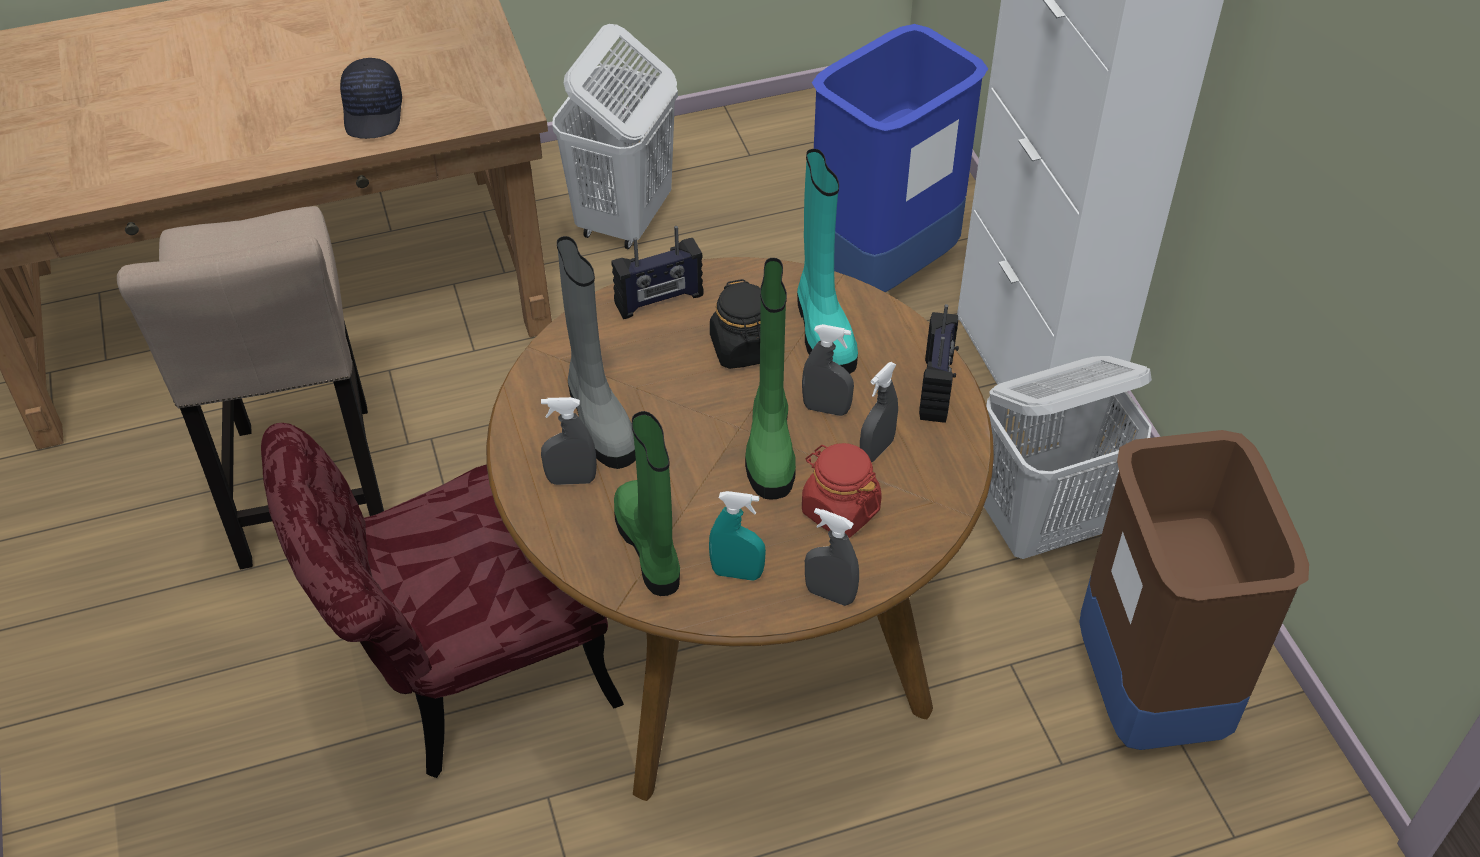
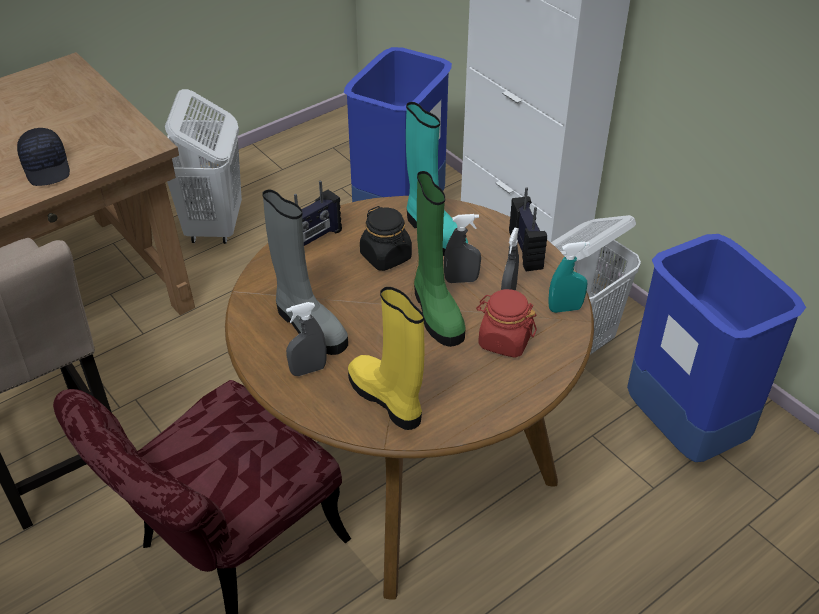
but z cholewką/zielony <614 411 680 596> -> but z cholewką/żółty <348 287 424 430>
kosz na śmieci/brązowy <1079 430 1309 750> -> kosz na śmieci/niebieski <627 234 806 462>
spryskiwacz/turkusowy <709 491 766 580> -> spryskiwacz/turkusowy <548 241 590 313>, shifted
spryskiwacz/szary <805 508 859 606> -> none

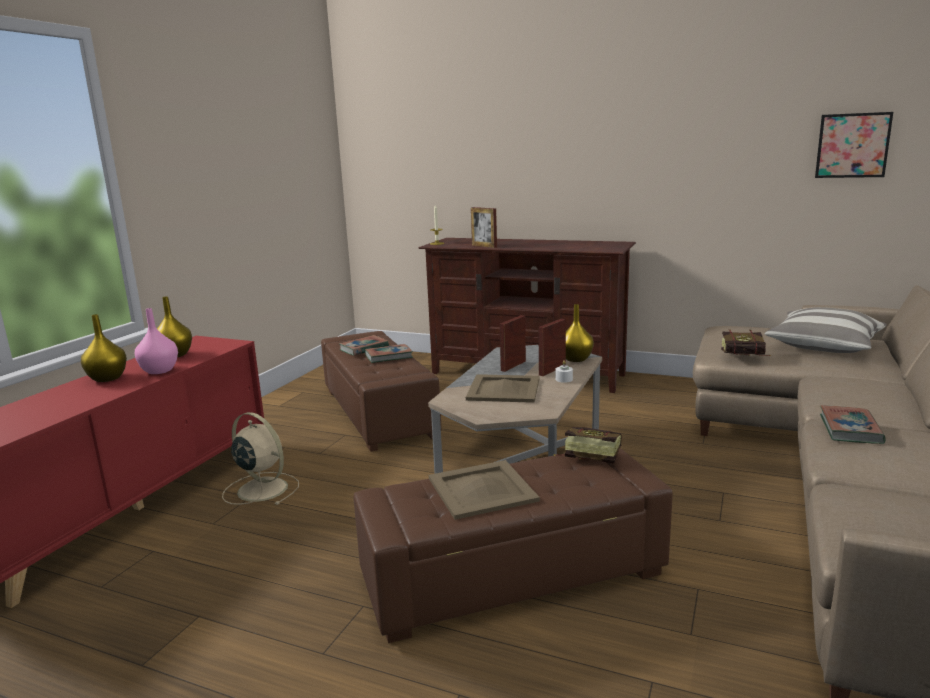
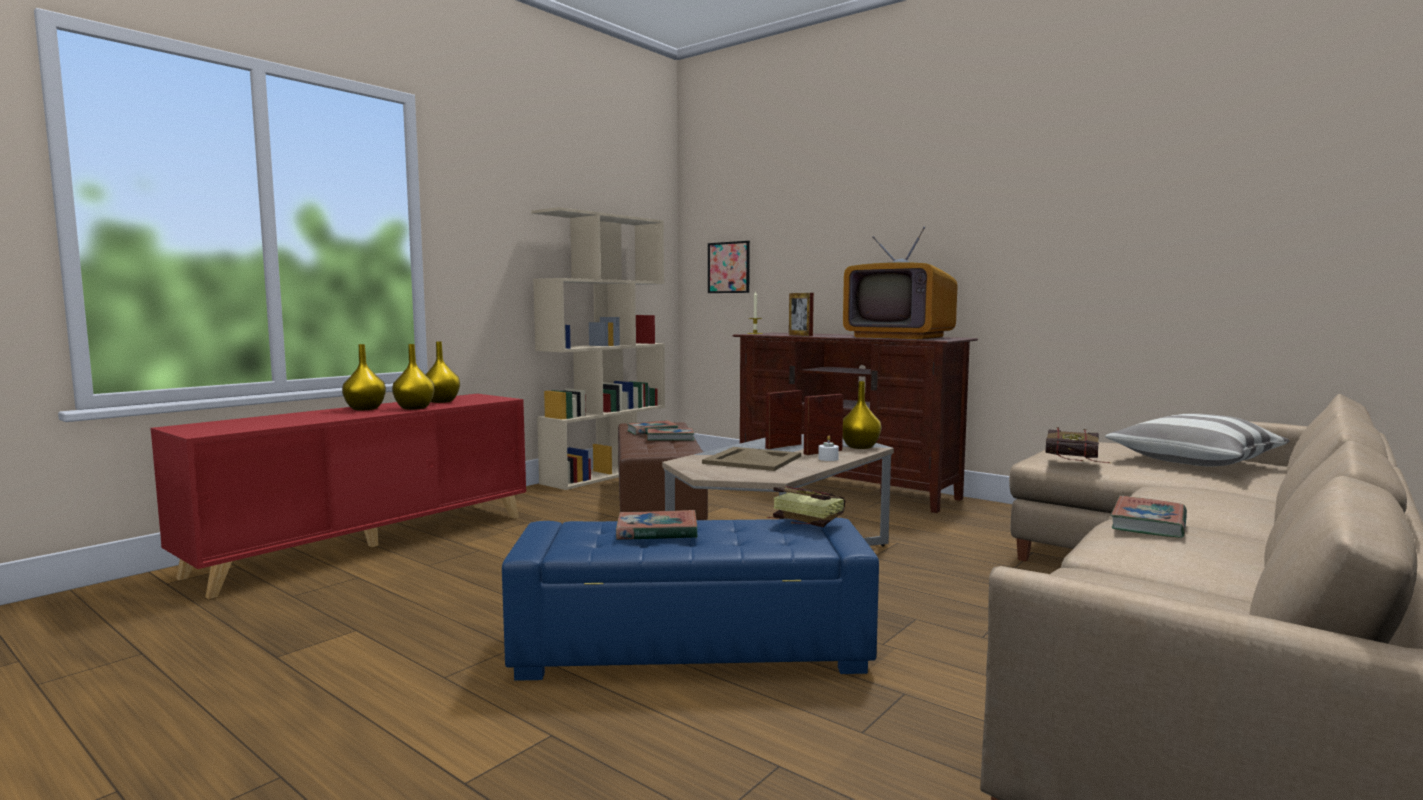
obraz <815 112 893 178> -> obraz <708 241 750 293>, shifted
wazon/różowy <135 308 178 374> -> wazon/żółty <392 344 435 410>
wentylator/beżowy <222 412 299 505> -> none
pufa/brązowy <353 448 673 643> -> pufa/niebieski <502 518 879 681>
taca/beżowy <429 460 540 520> -> książka <616 510 697 540>
none -> regał/beżowy <531 207 665 490>
none -> telewizor <843 227 958 339>

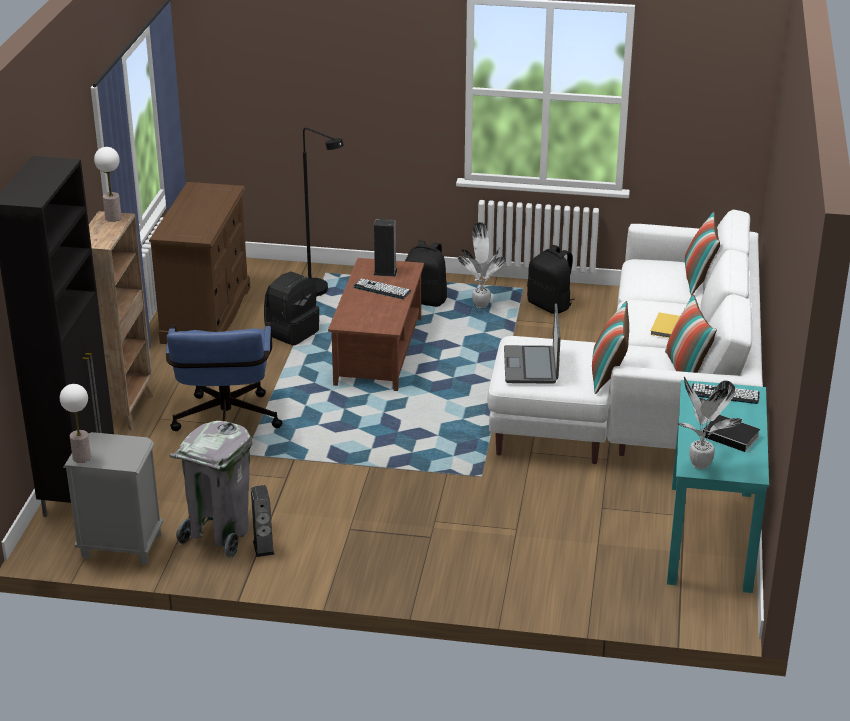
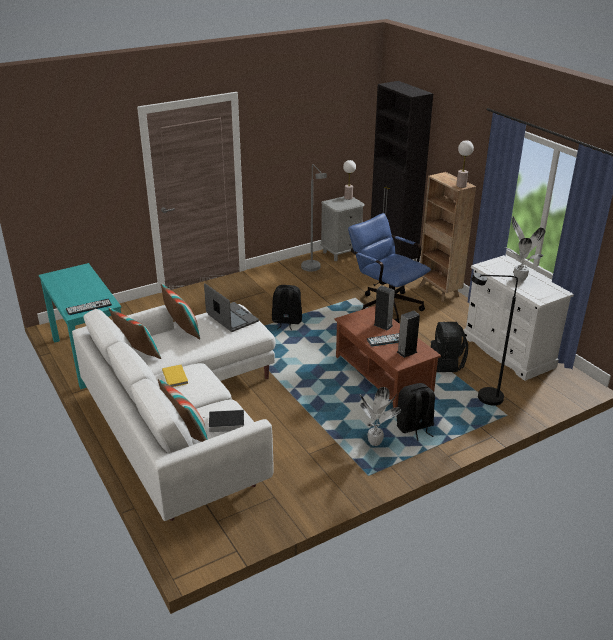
komoda/brązowy <149 182 250 344> -> komoda/biały <463 255 574 381>
plecak/czarny <527 245 575 314> -> plecak/czarny <272 285 302 330>, shifted
roślina doniczkowa <676 376 742 469> -> roślina doniczkowa <505 216 545 282>, shifted
książka <703 415 760 454> -> książka <203 410 244 432>, shifted
kosz na śmieci/szary <169 421 252 559> -> lampa stojąca/szary <301 164 327 272>
głośnik <251 485 275 557> -> głośnik <374 285 395 331>, shifted

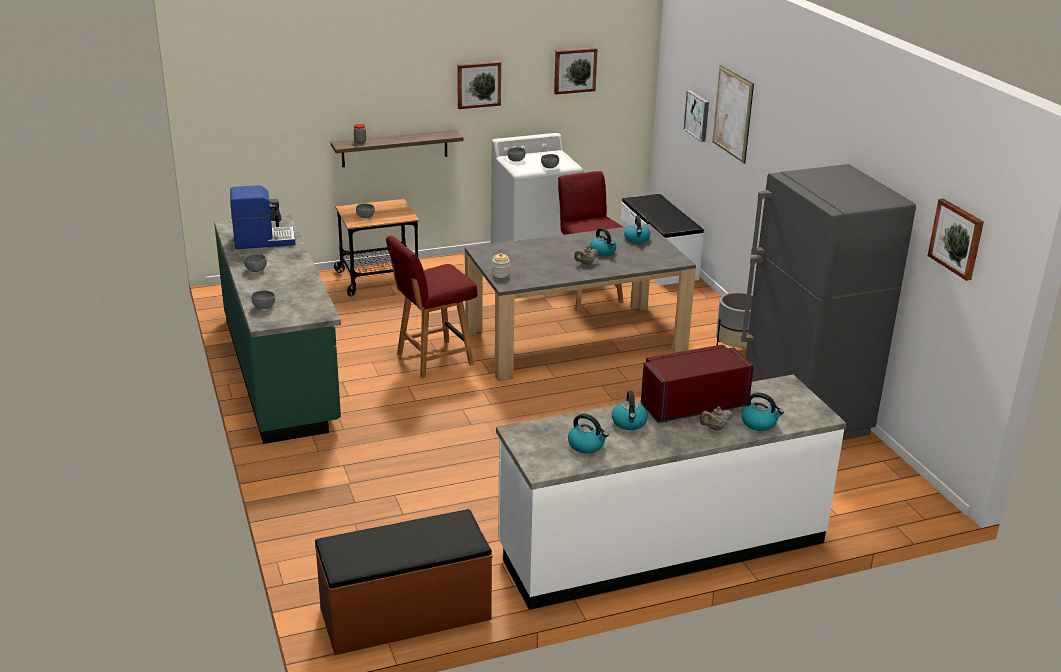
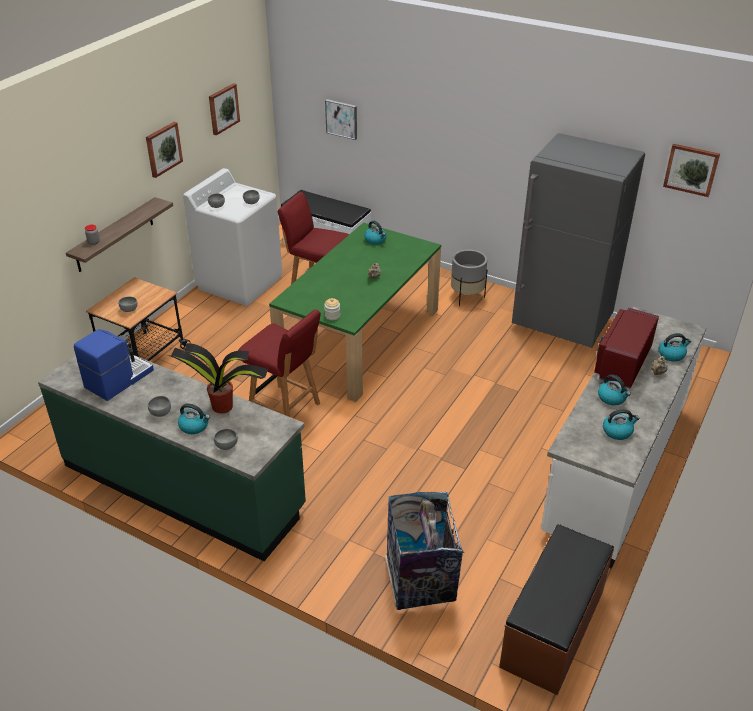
obraz <712 65 754 164> -> none
stół jadalny/szary <465 224 696 382> -> stół jadalny/zielony <269 223 441 402>
czajnik <590 228 616 256> -> czajnik <178 403 210 434>, shifted
krzesło/czerwony <386 236 477 378> -> krzesło/czerwony <238 310 321 417>, 75 degrees counterclockwise
none -> roślina doniczkowa <167 343 268 413>
none -> kosz na śmieci <385 491 464 610>

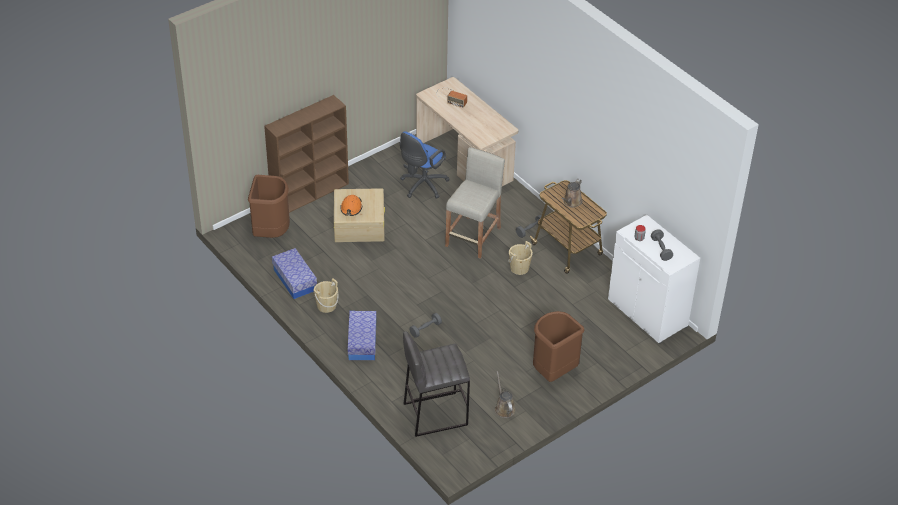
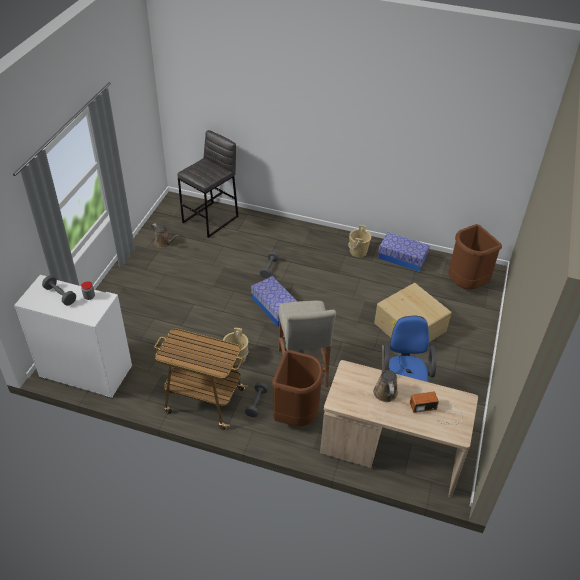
regał/brązowy <264 95 349 213> -> none
konewka/brązowy <561 179 583 207> -> konewka/brązowy <373 345 398 402>, shifted
kask/pomarańczowy <340 195 362 216> -> none
pojemnik do przechowywania <348 311 377 360> -> pojemnik do przechowywania <251 276 298 327>, shifted
kosz na śmieci/brązowy <533 311 585 382> -> kosz na śmieci/brązowy <272 350 324 426>, shifted

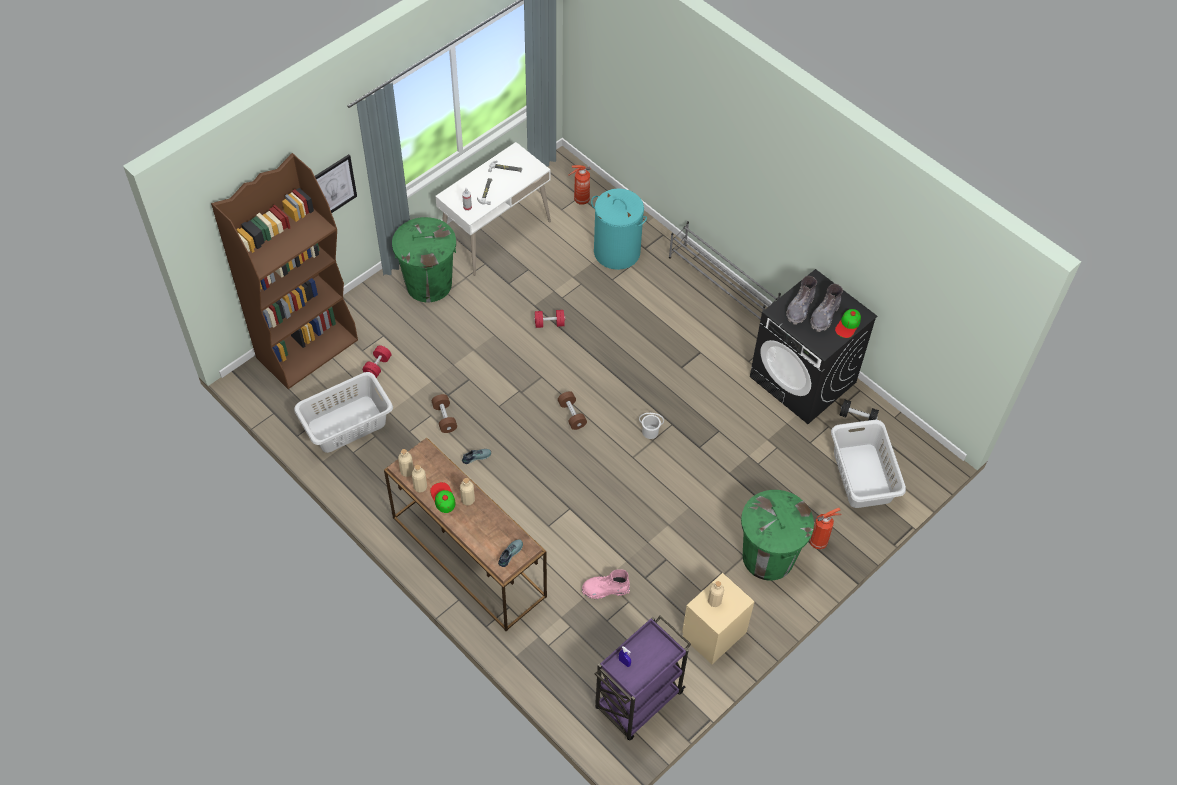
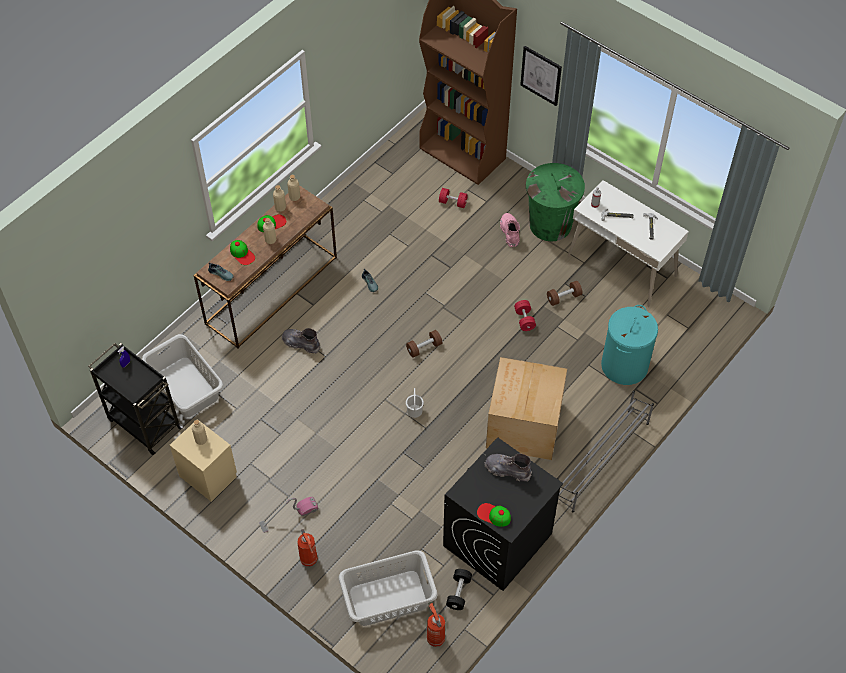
gaśnica <568 165 590 205> -> gaśnica <427 603 445 647>, shifted
but z cholewką/szary <810 284 843 332> -> but z cholewką/szary <281 328 320 354>, shifted
kosz na pranie/szary <294 372 393 453> -> kosz na pranie/szary <142 334 224 417>, shifted
hantel/brązowy <432 394 457 433> -> hantel/brązowy <547 281 582 306>, shifted
kosz na śmieci/zielony <741 490 814 581> -> odkurzacz <259 497 318 533>
but z cholewką/różowy <582 569 630 599> -> but z cholewką/różowy <500 213 520 248>, shifted
wózek/fioletowy <595 616 691 740> -> wózek/czarny <88 343 183 455>
none -> czapka z daszkiem <230 240 255 265>
none -> karton <486 357 567 460>

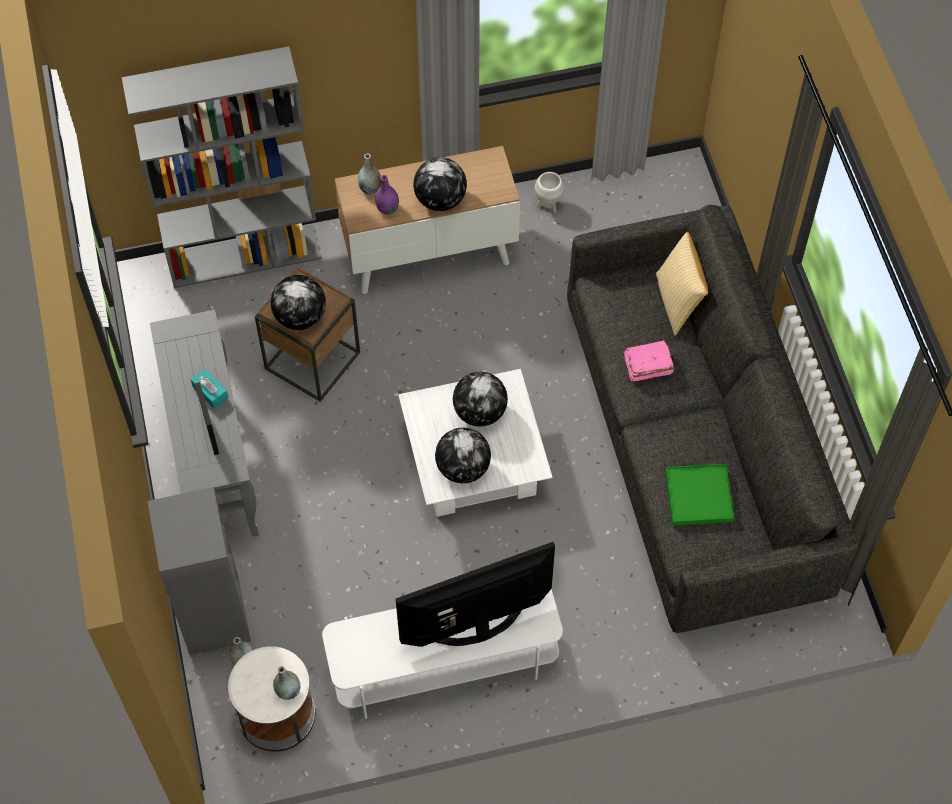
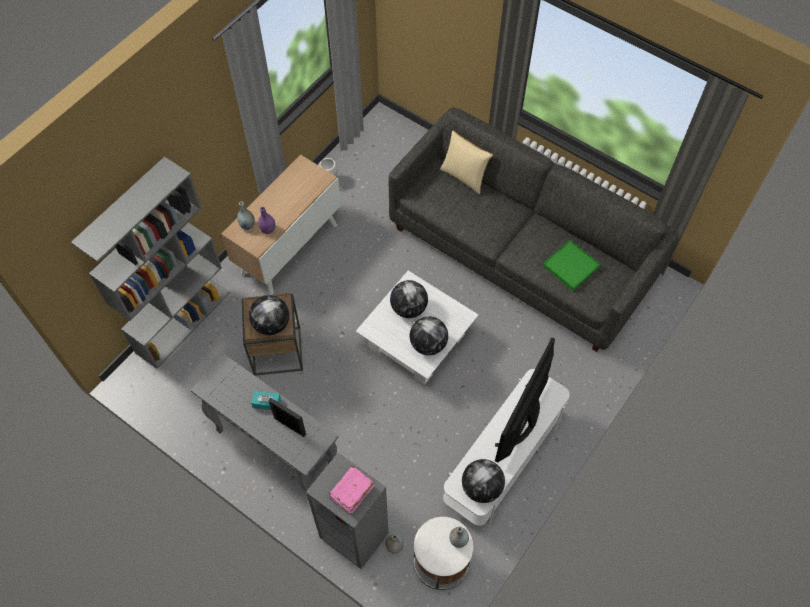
globus <413 157 467 211> -> globus <462 459 505 503>, shifted
książka/różowy <624 340 674 381> -> książka/różowy <329 466 374 513>, shifted

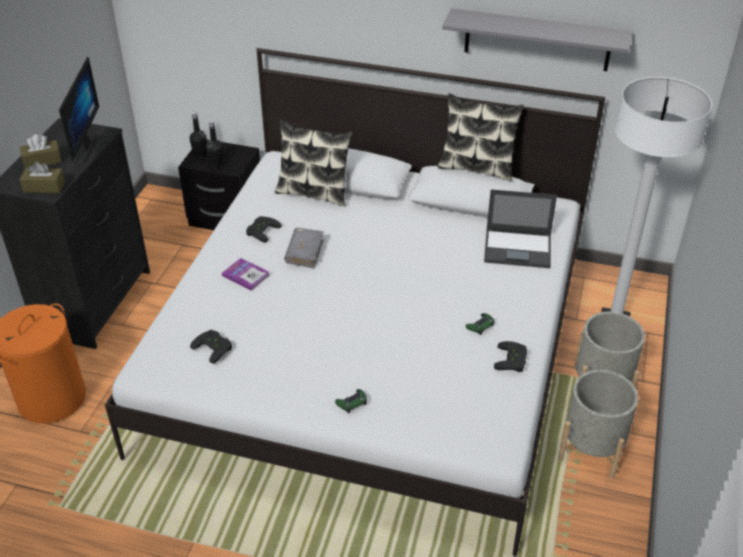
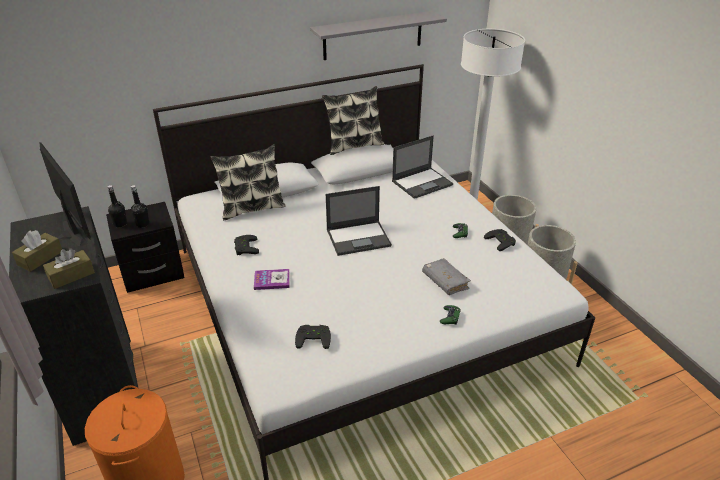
książka/szary <284 228 324 269> -> książka/szary <422 258 471 295>, shifted
none -> laptop <326 186 392 256>

